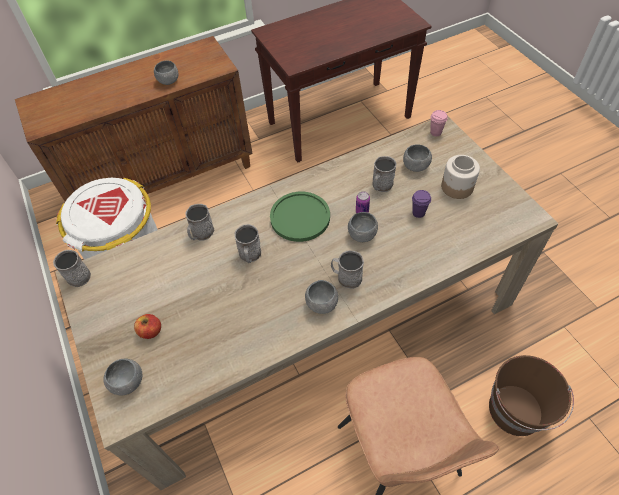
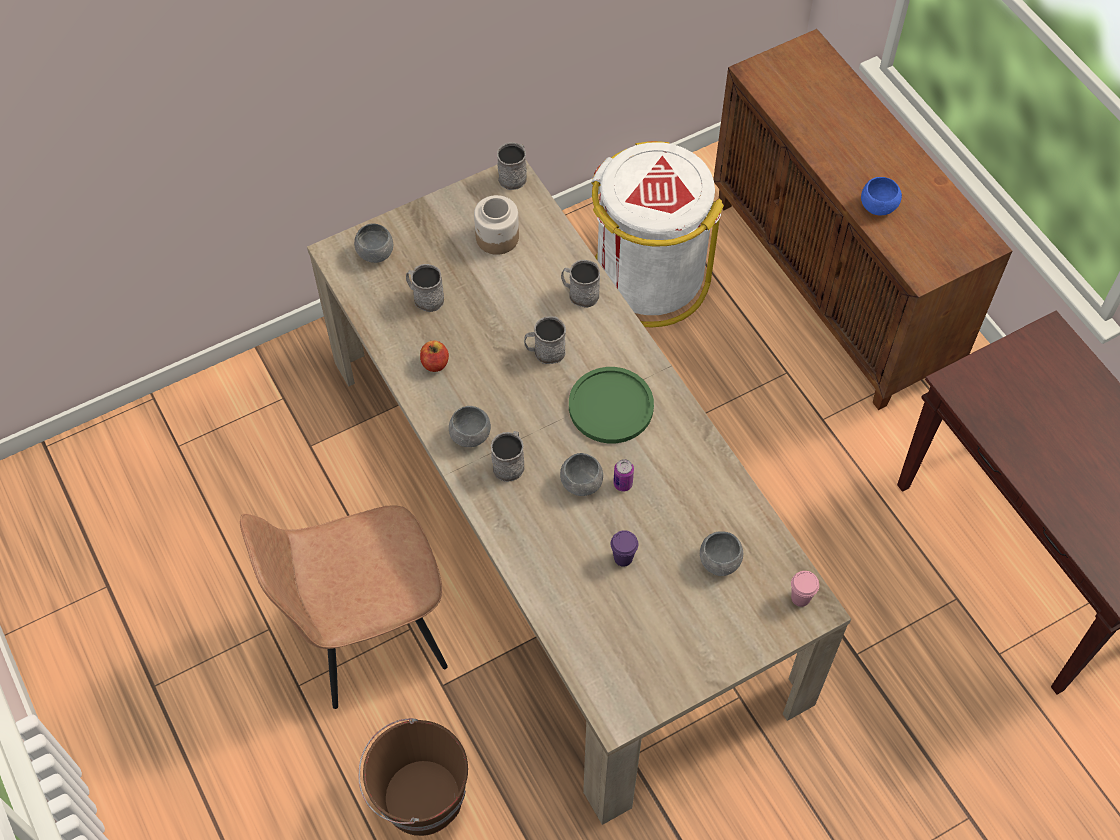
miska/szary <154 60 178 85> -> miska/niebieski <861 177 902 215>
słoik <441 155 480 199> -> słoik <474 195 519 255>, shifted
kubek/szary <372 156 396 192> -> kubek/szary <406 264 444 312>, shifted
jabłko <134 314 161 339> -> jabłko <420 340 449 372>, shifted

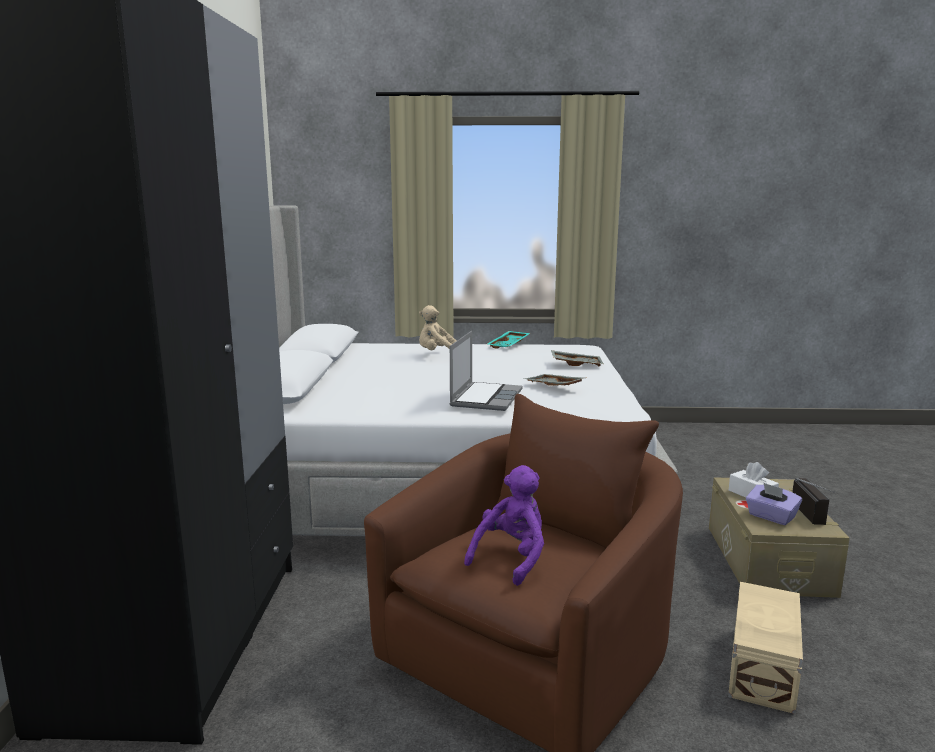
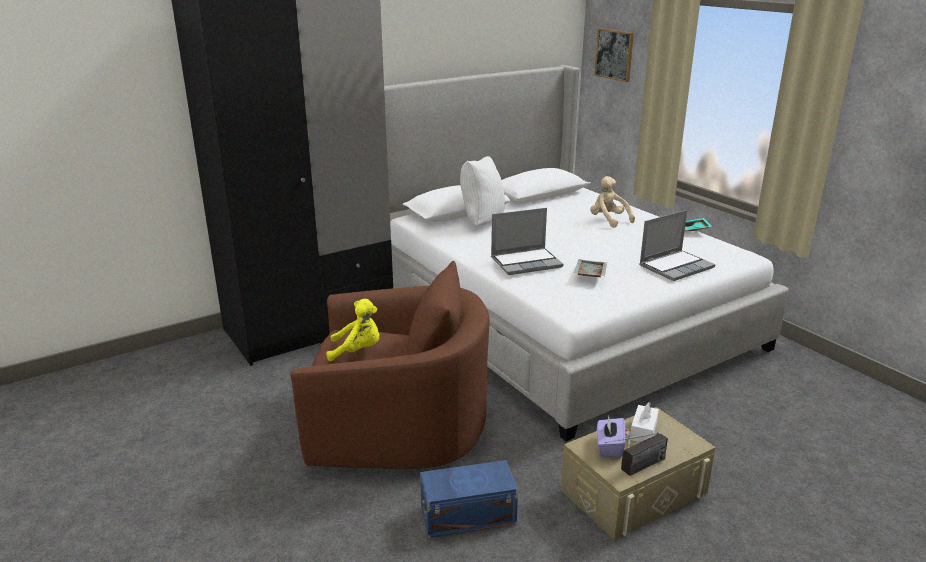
taca/szary <551 350 604 366> -> laptop <639 210 716 281>
pluszak/fioletowy <464 465 544 586> -> pluszak/żółty <326 299 379 361>
pojemnik do przechowywania/beżowy <728 582 803 714> -> pojemnik do przechowywania/niebieski <420 460 518 538>
none -> obraz <595 28 634 82>
none -> poduszka/biały <460 156 505 226>

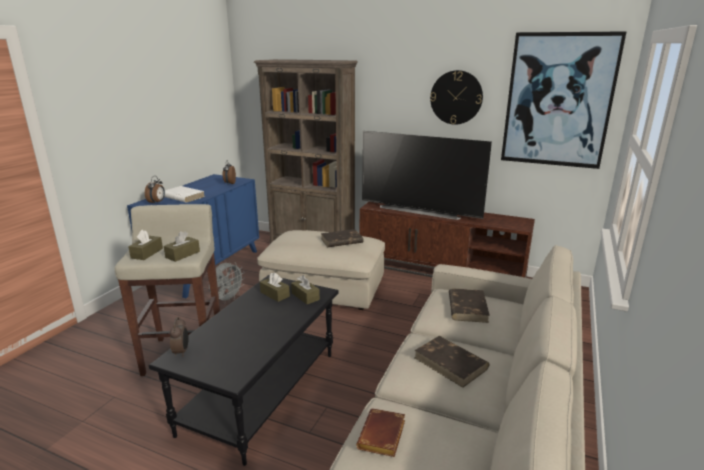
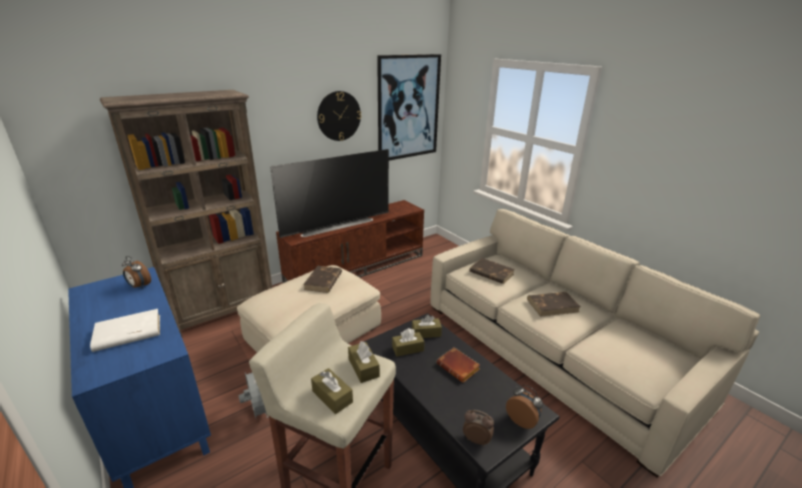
budzik <145 176 165 204> -> budzik <506 385 543 429>, shifted
książka/brązowy <356 408 405 457> -> książka/brązowy <437 347 480 383>, shifted

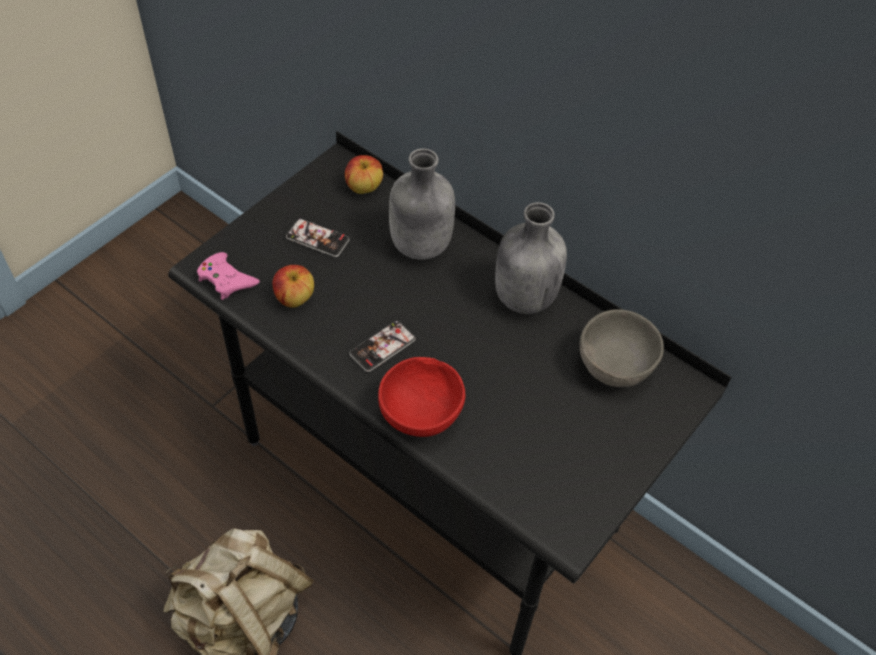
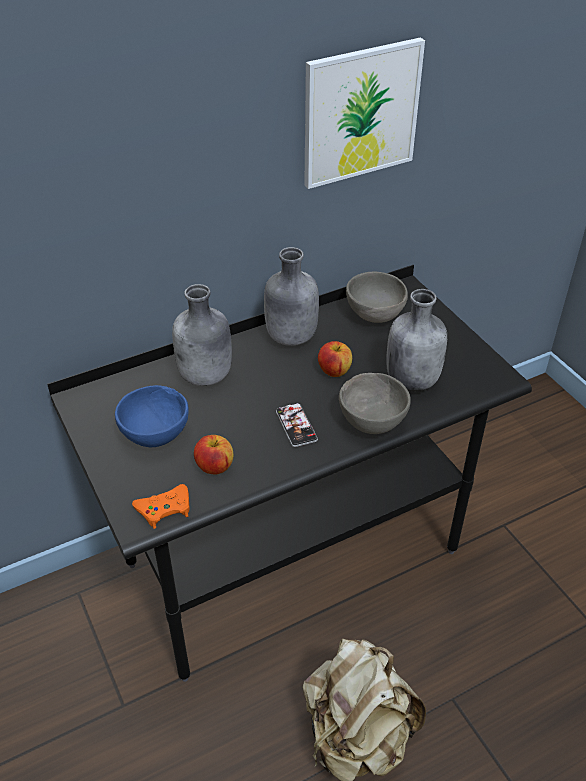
jabłko <345 155 383 194> -> jabłko <318 341 352 377>, shifted
telefon <286 219 350 257> -> miska/niebieski <115 385 189 447>
pad do gier/różowy <197 252 260 300> -> pad do gier/pomarańczowy <132 484 189 529>
miska/czerwony <378 357 466 437> -> miska/szary <339 373 411 434>
none -> obraz <304 38 425 189>
none -> butelka/szary <386 289 447 391>

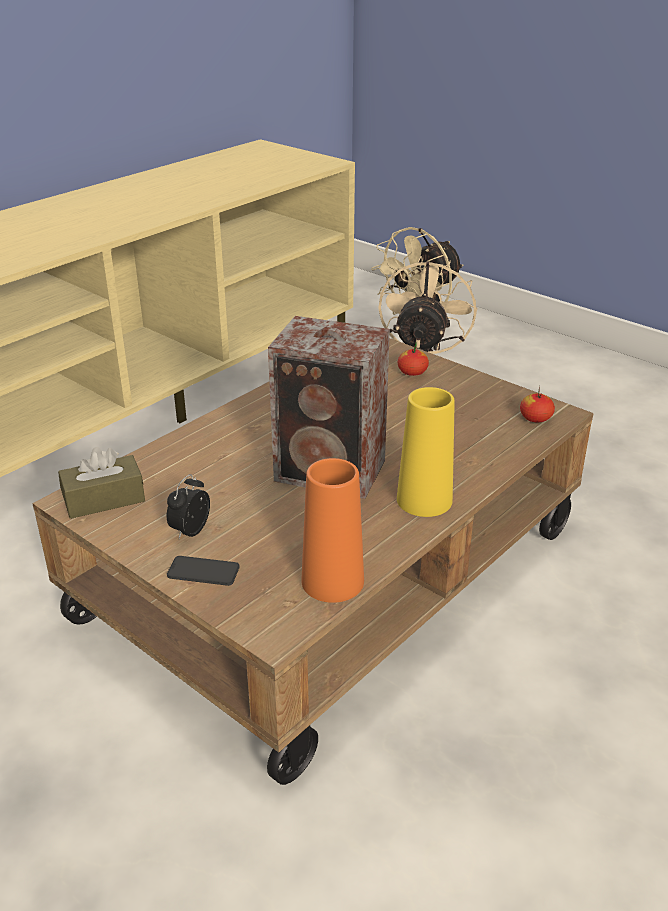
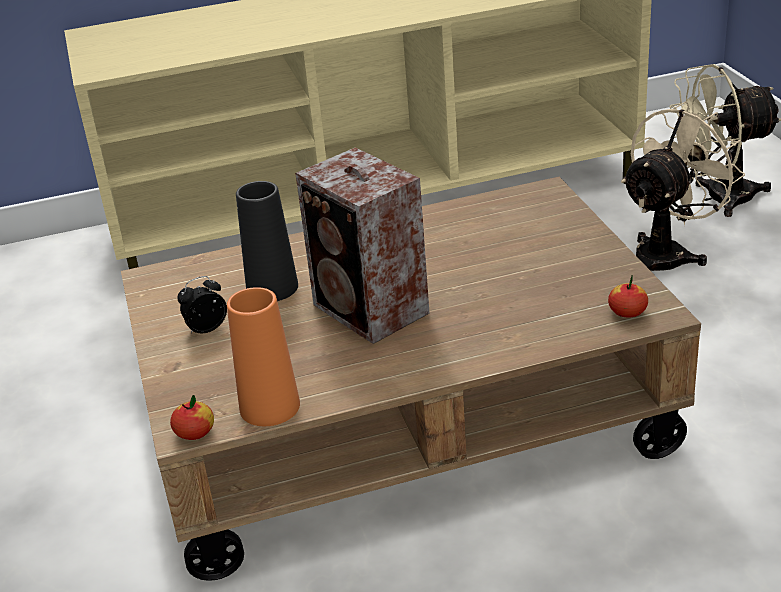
jabłko <398 342 429 376> -> jabłko <170 395 214 440>, shifted
wazon/żółty <397 387 455 517> -> none
pudełko chusteczek/brązowy <58 447 145 519> -> none
telefon <167 556 240 586> -> none
none -> wazon/czarny <236 181 298 301>

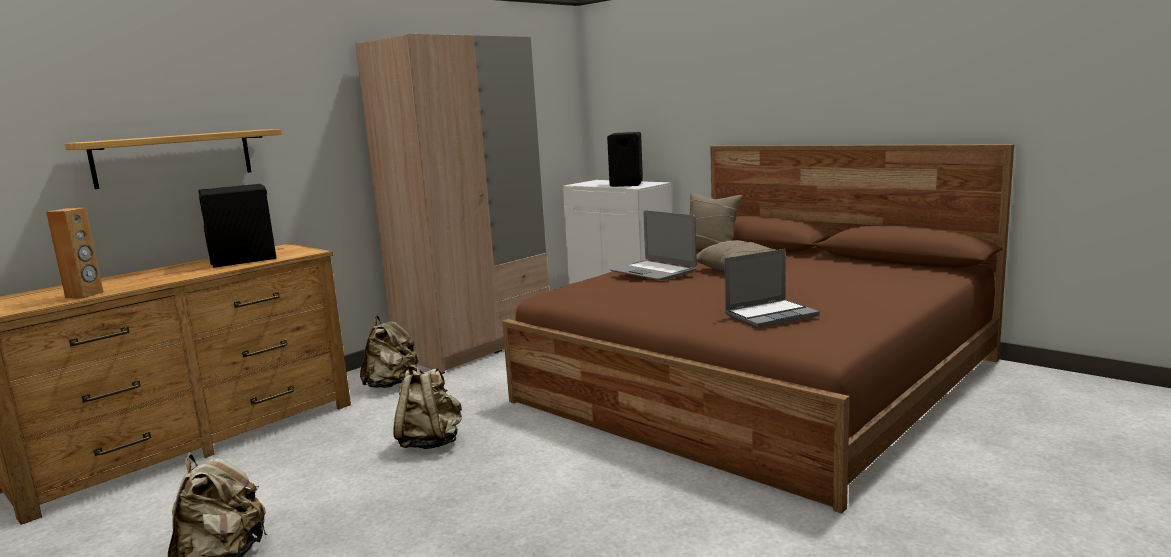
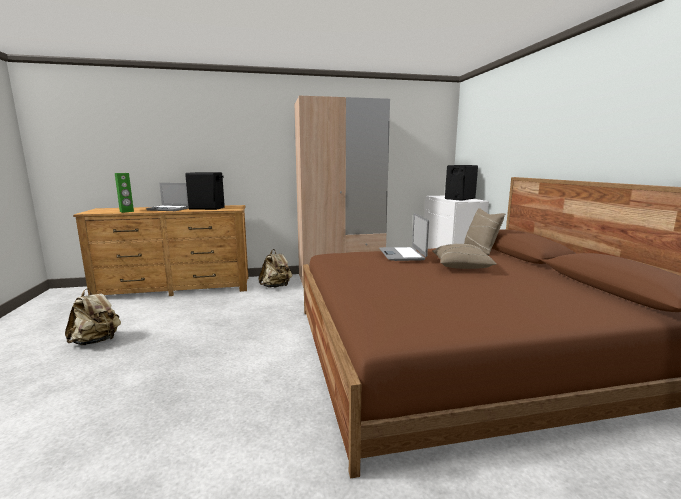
półka <64 129 282 189> -> none
głośnik/brązowy <46 208 104 298> -> głośnik/zielony <115 173 134 213>
laptop <724 249 820 328> -> laptop <146 183 189 211>, shifted
plecak/beżowy <393 364 462 449> -> none

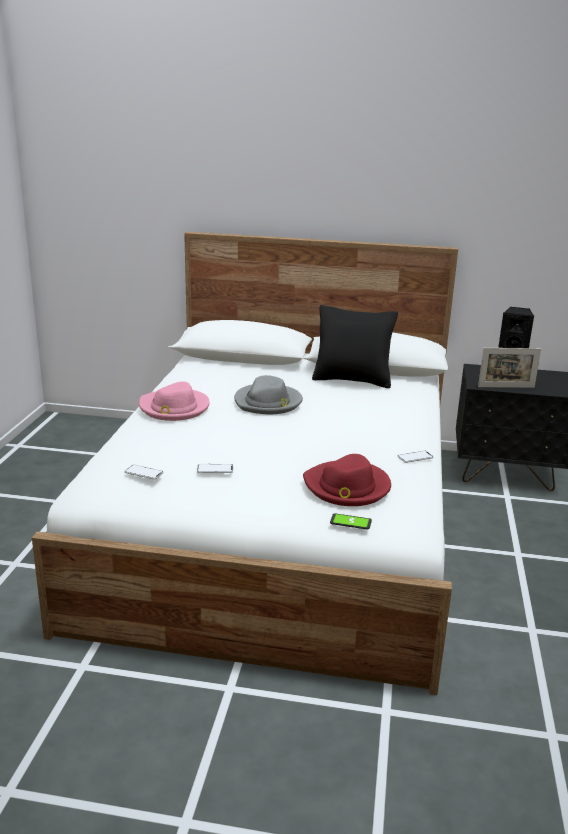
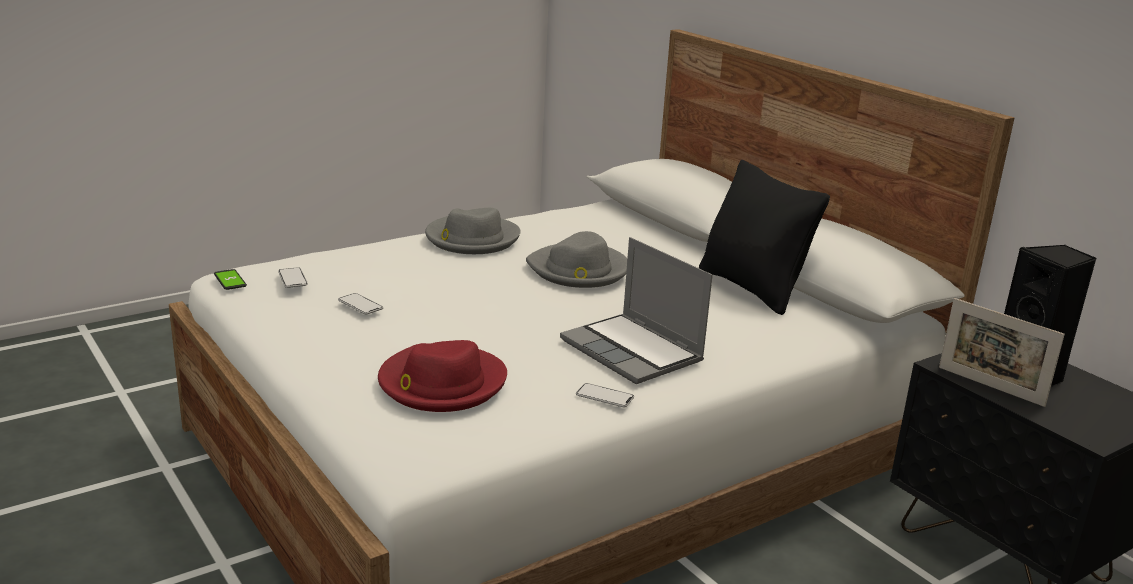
kapelusz/różowy <139 382 210 421> -> kapelusz/szary <425 208 521 254>
telefon <330 513 372 530> -> telefon <214 269 247 290>, shifted
none -> laptop <560 237 713 384>

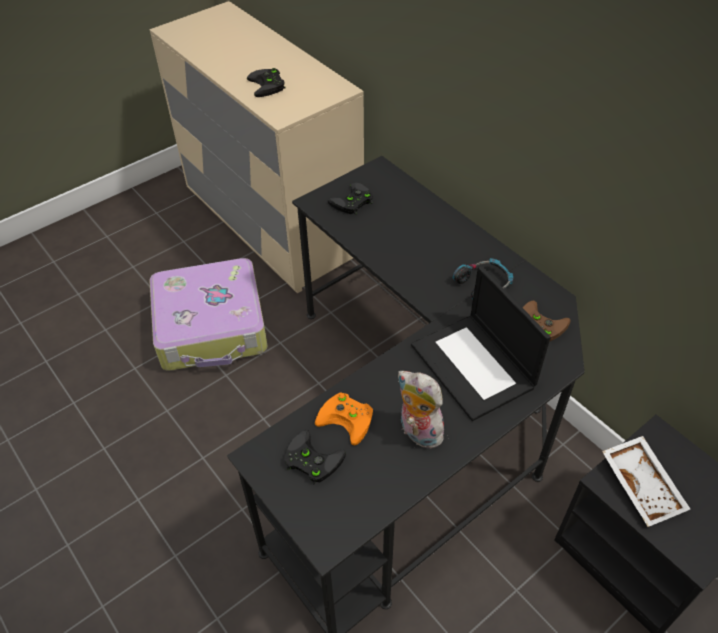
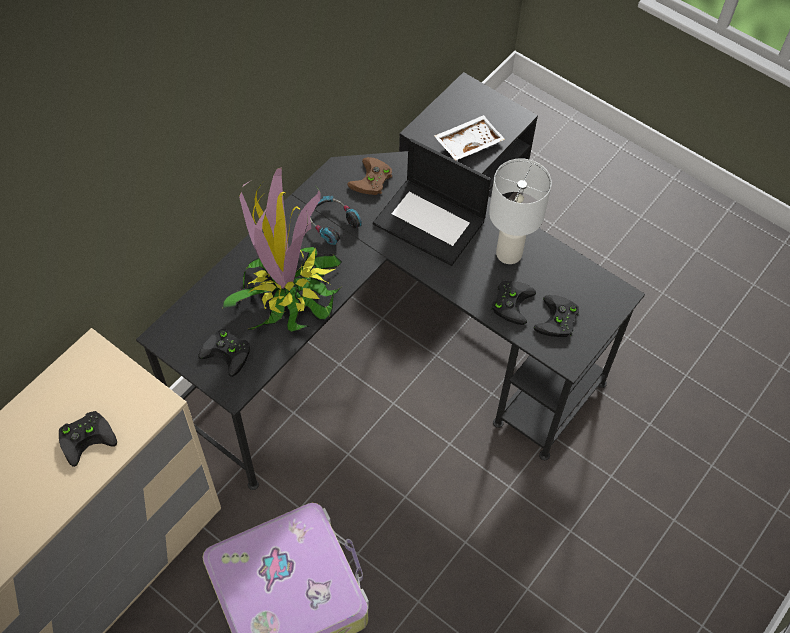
laptop <411 266 551 421> -> laptop <373 139 491 266>, 75 degrees clockwise
pluszak <397 371 444 448> -> lampa stołowa/biały <489 158 552 264>
pad do gier/pomarańczowy <315 393 373 446> -> pad do gier/czarny <491 281 536 325>
none -> roślina doniczkowa <223 167 342 332>

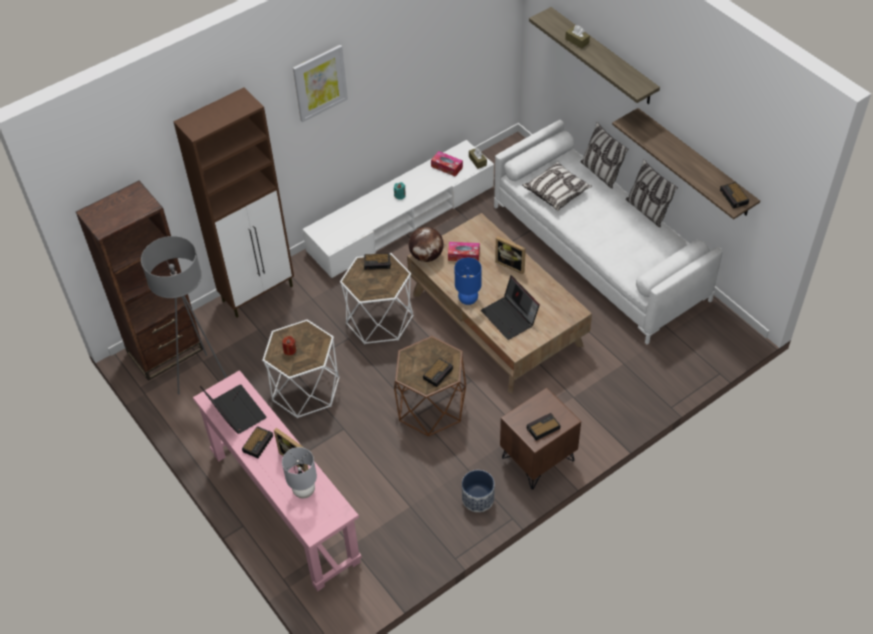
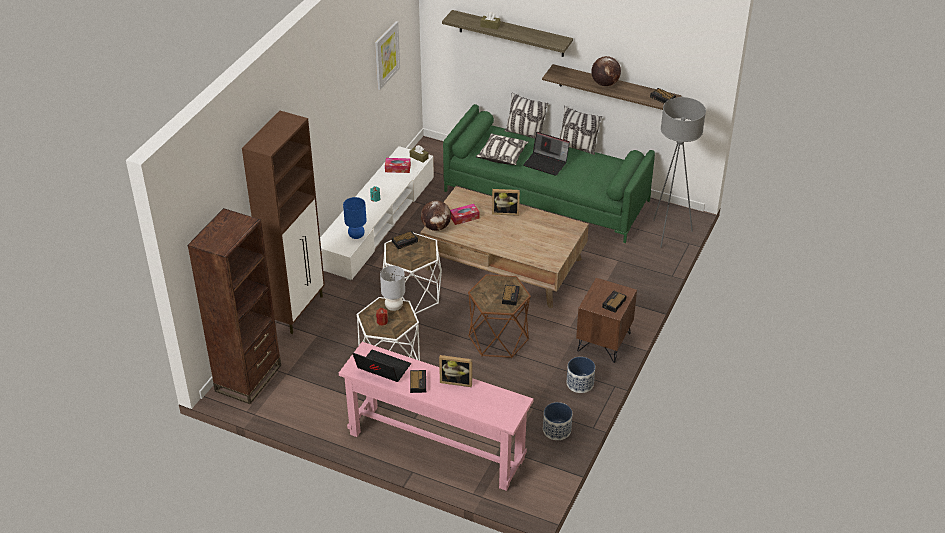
obraz <293 45 348 122> -> obraz <375 21 400 90>, shifted
kanapa/biały <494 120 723 344> -> kanapa/zielony <443 104 655 243>
lampa stojąca/szary <141 236 227 395> -> lampa stojąca/szary <653 97 706 248>, shifted
lampa stołowa/niebieski <454 258 482 305> -> lampa stołowa/niebieski <343 197 367 239>, shifted
laptop <481 275 540 340> -> laptop <523 132 570 176>, shifted
lampa stołowa/szary <282 447 317 498> -> lampa stołowa/szary <380 266 405 311>, shifted
none -> globus <591 56 621 86>
none -> donica <543 402 572 440>

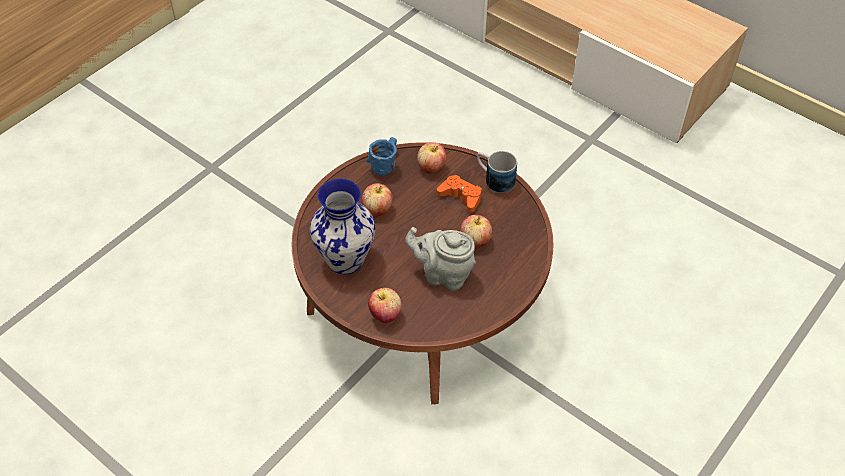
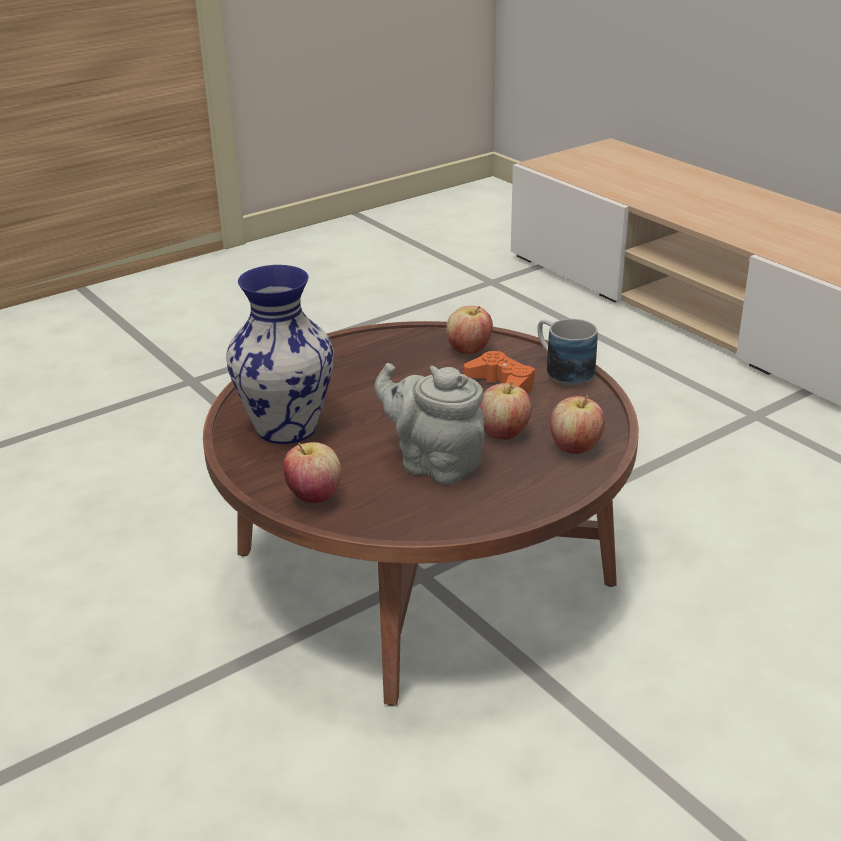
kubek/niebieski <366 137 397 176> -> none
jabłko <362 183 393 216> -> jabłko <550 395 605 454>, shifted

